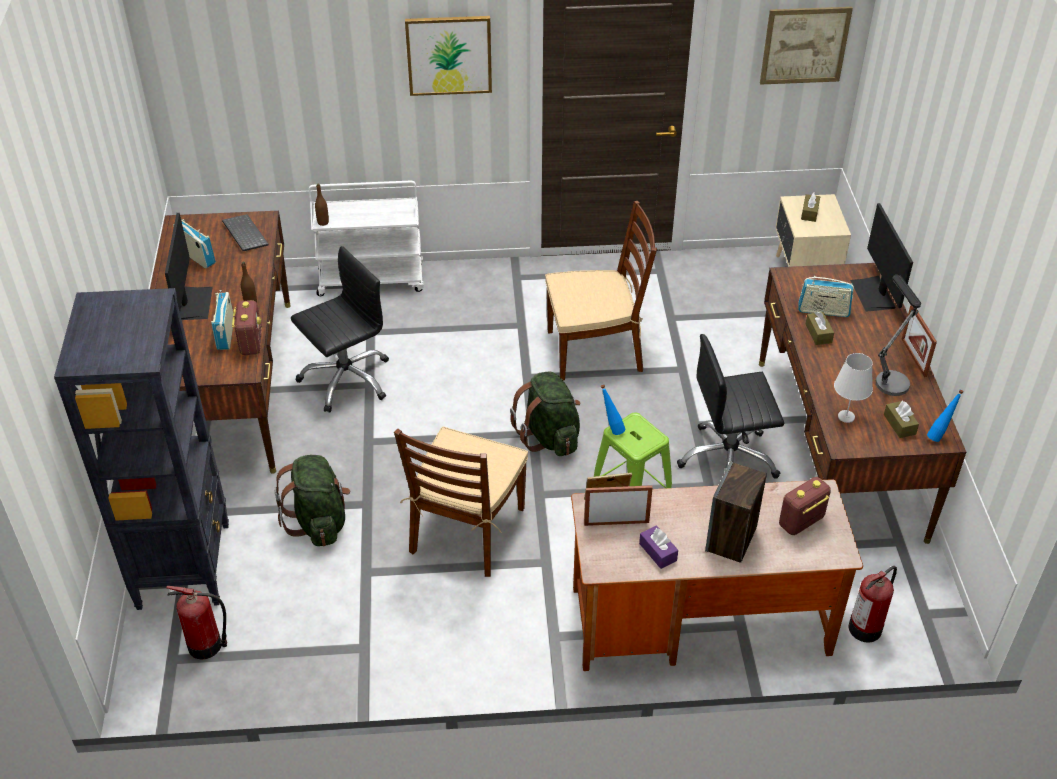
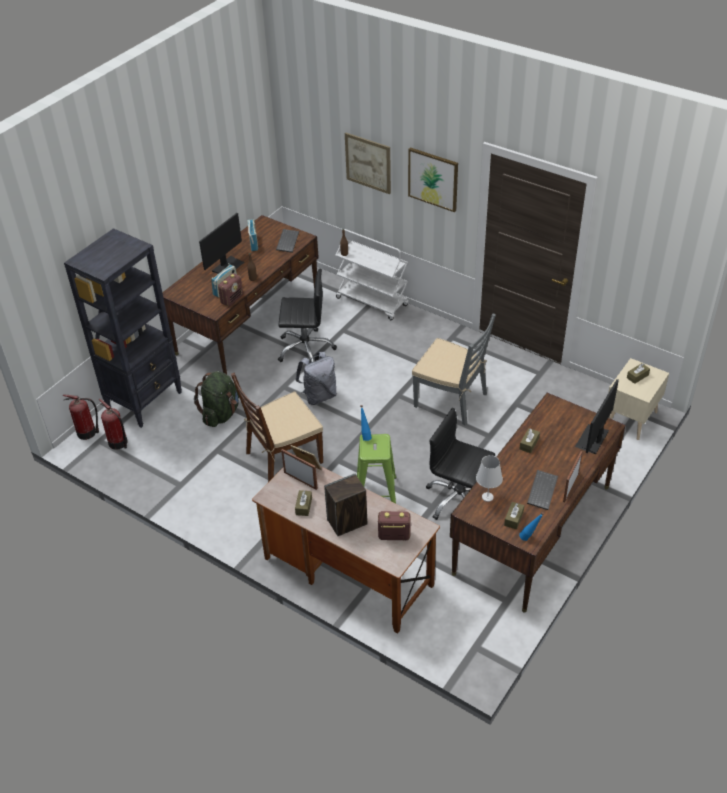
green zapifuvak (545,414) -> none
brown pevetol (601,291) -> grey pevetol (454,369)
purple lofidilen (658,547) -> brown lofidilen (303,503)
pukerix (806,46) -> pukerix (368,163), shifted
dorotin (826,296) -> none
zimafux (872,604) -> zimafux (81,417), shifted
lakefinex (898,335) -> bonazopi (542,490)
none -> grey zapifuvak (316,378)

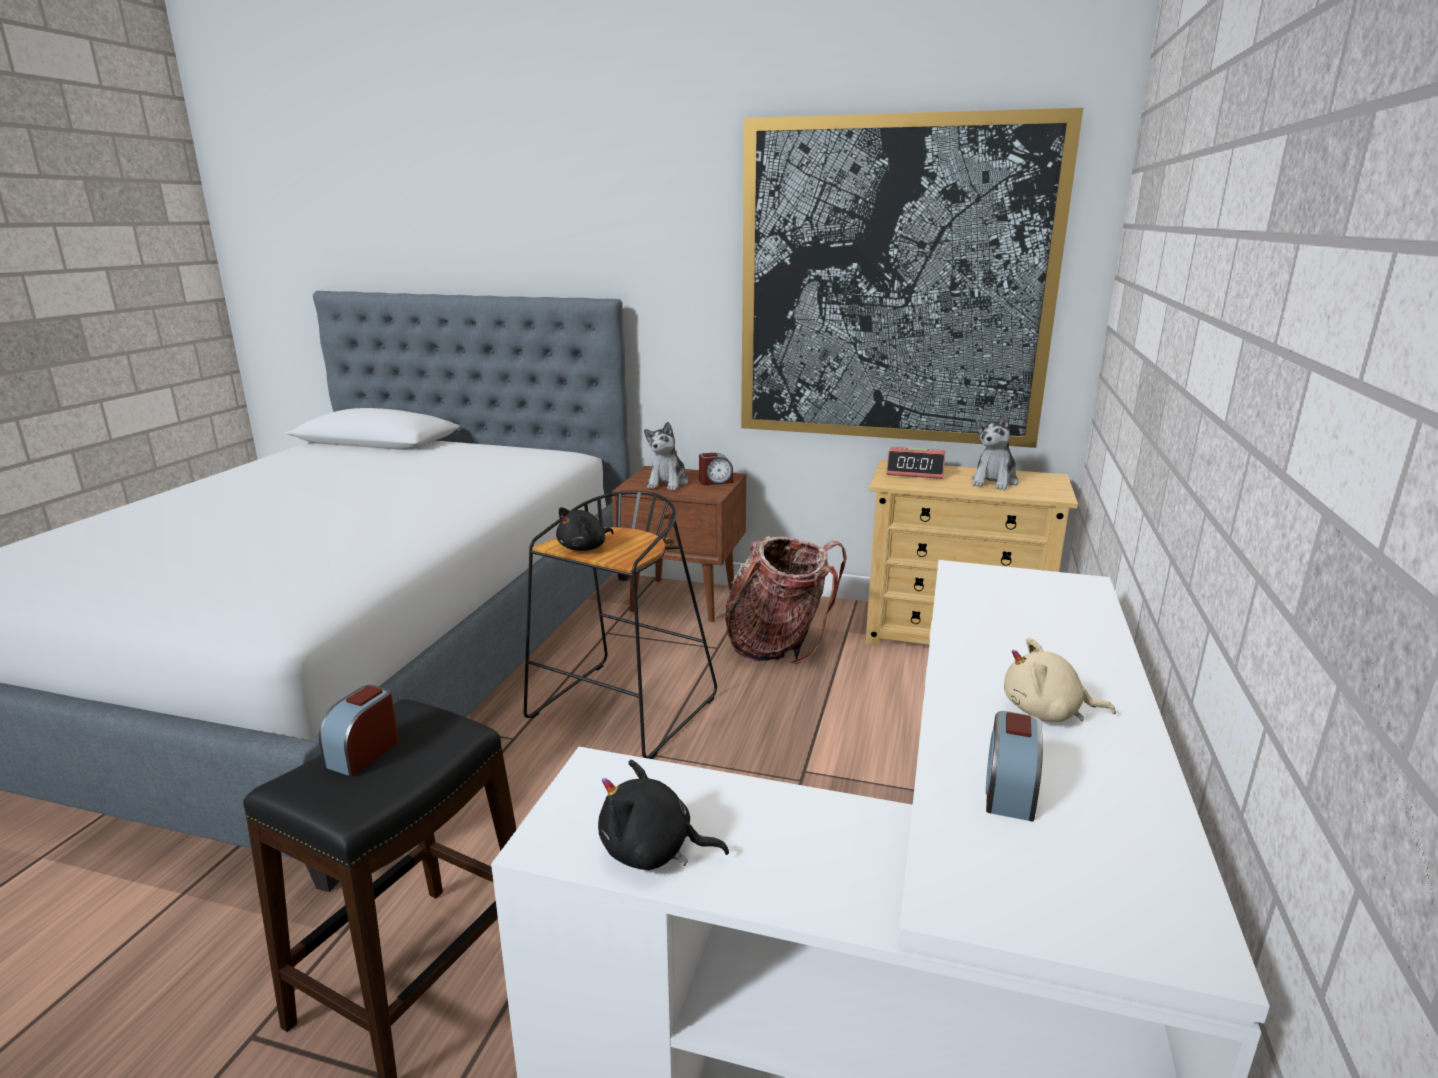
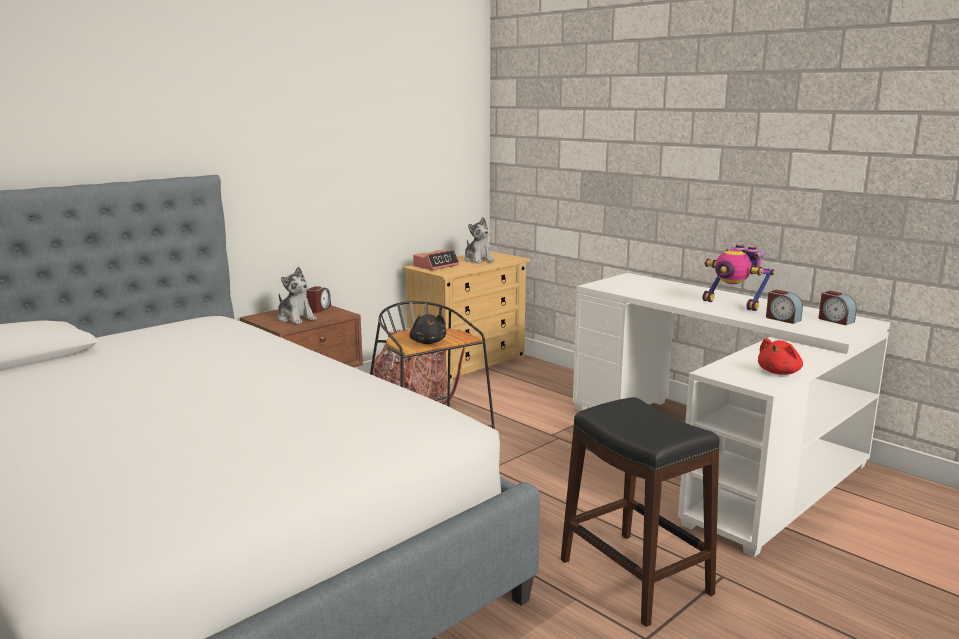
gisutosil (359,731) -> gisutosil (838,308), shifted
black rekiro (663,815) -> red rekiro (780,356)
pukerix (912,278) -> none
beige rekiro (1060,679) -> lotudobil (739,277)

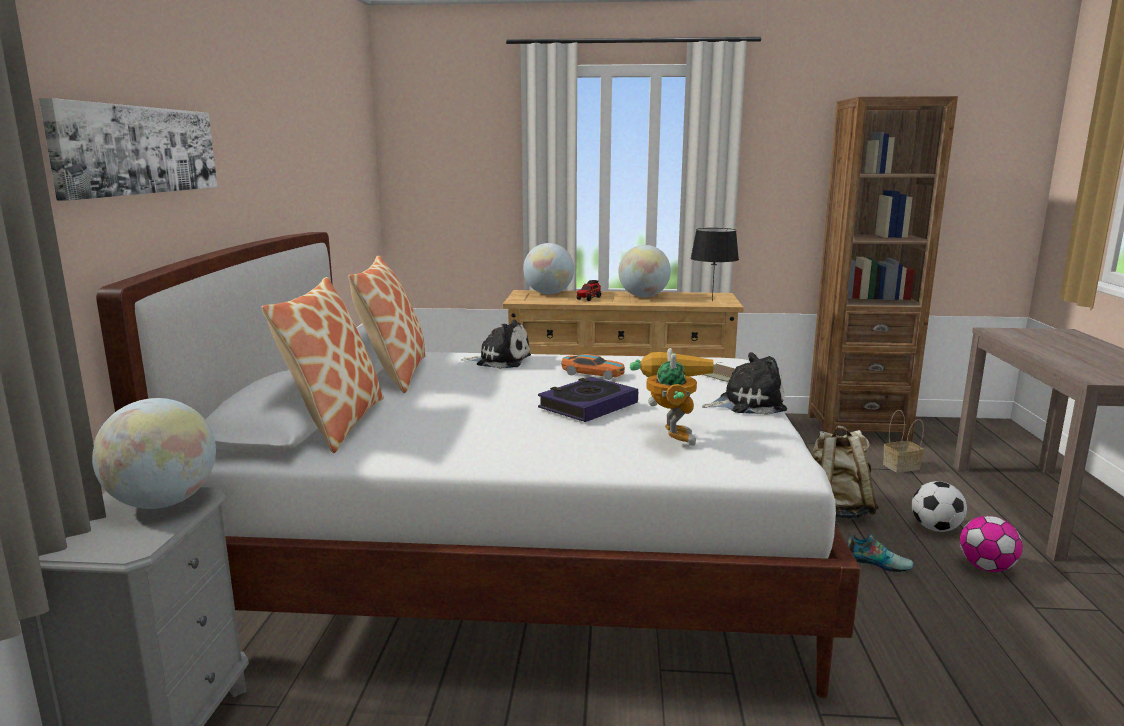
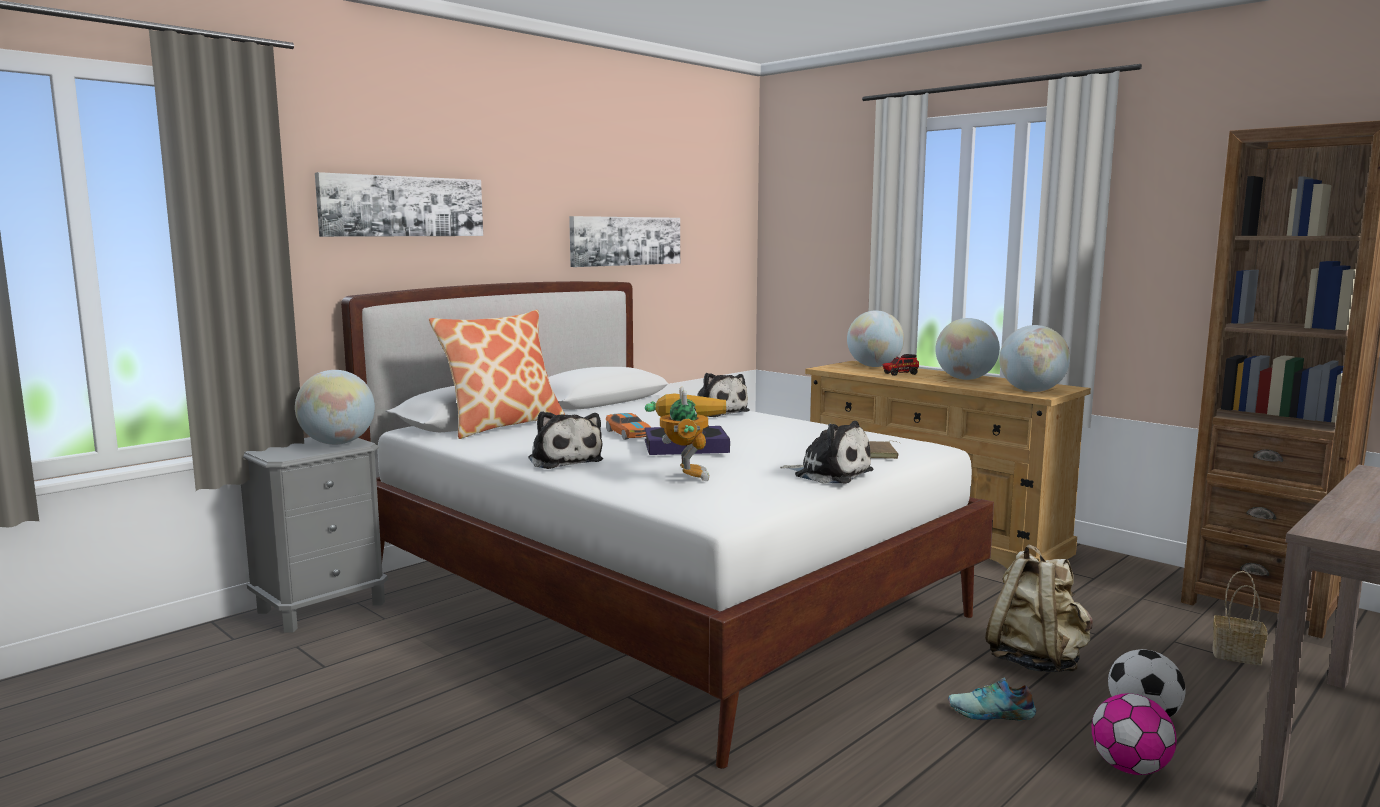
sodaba (386,324) -> none
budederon (593,367) -> budederon (628,426), shifted
lotudobil (672,397) -> lotudobil (685,434), 45 degrees counterclockwise
black lakefinex (714,265) -> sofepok (1034,358)
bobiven (879,553) -> bobiven (992,699), 120 degrees clockwise
none -> rekiro (565,440)
none -> pukerix (624,241)

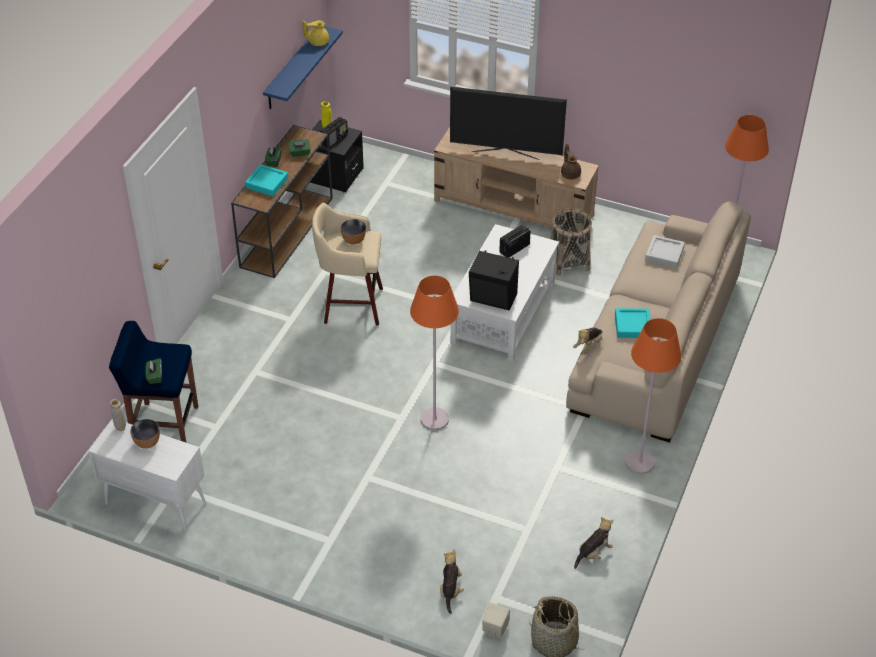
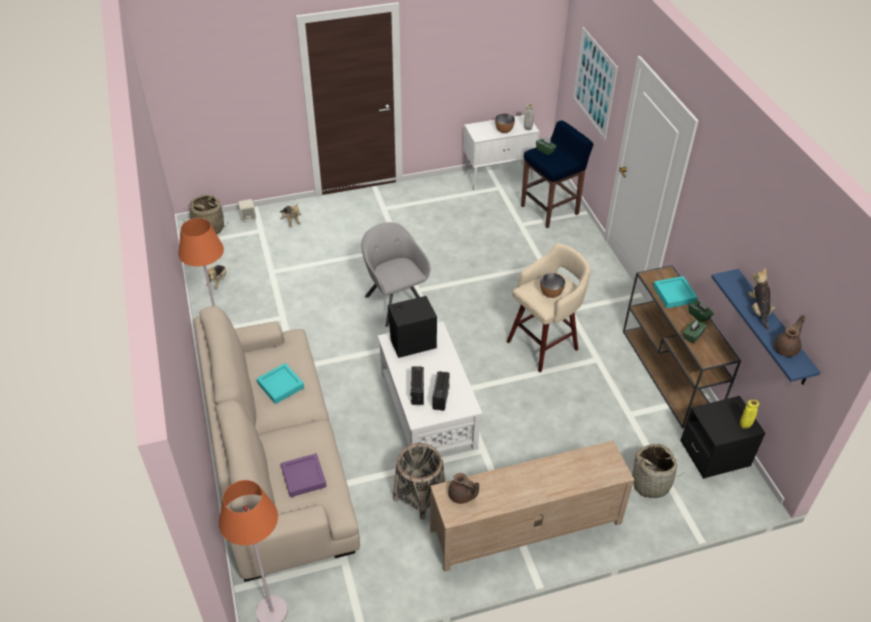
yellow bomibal (315,33) -> brown bomibal (789,336)
dorotin (334,132) -> dorotin (417,385), shifted
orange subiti (434,353) -> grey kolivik (396,274)
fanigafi (508,123) -> none
rekiro (588,341) -> rekiro (762,299), shifted
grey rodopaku (665,251) -> purple rodopaku (304,475)
none -> pukerix (595,83)
none -> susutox (659,471)

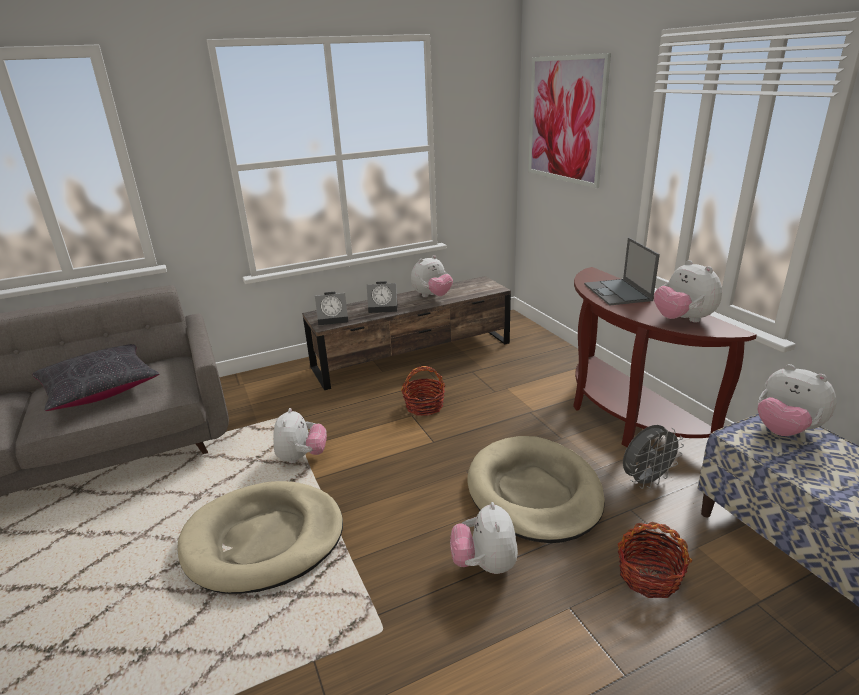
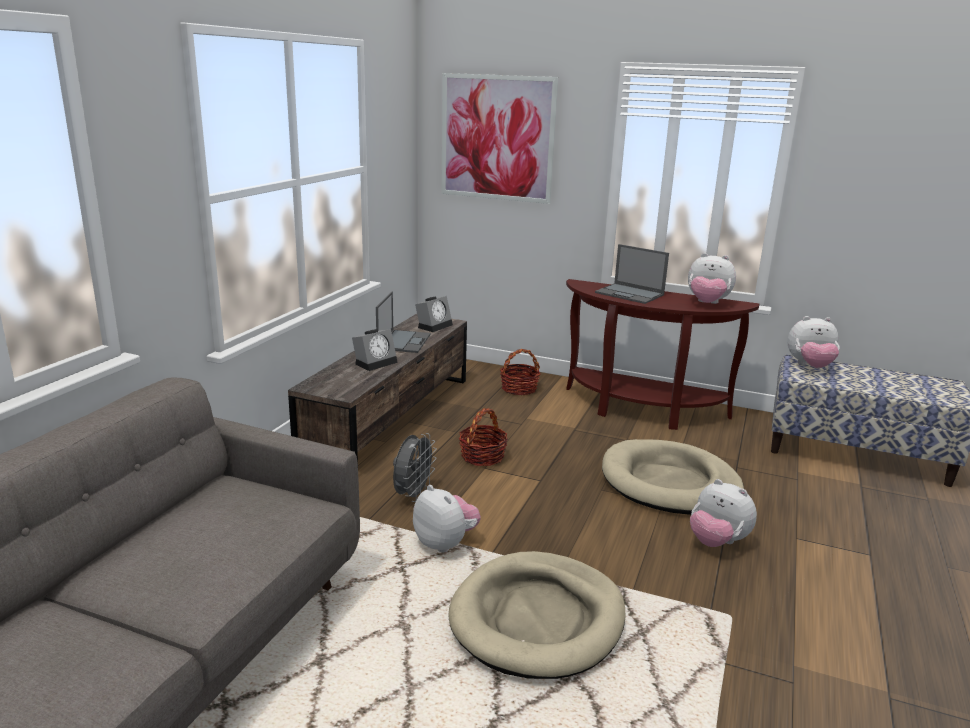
black sodaba (95,377) -> none
gisutosil (331,308) -> gisutosil (434,314), shifted
rekiro (432,276) -> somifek (403,322)
susutox (654,560) -> susutox (520,372), shifted
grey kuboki (653,457) -> grey kuboki (415,467), shifted

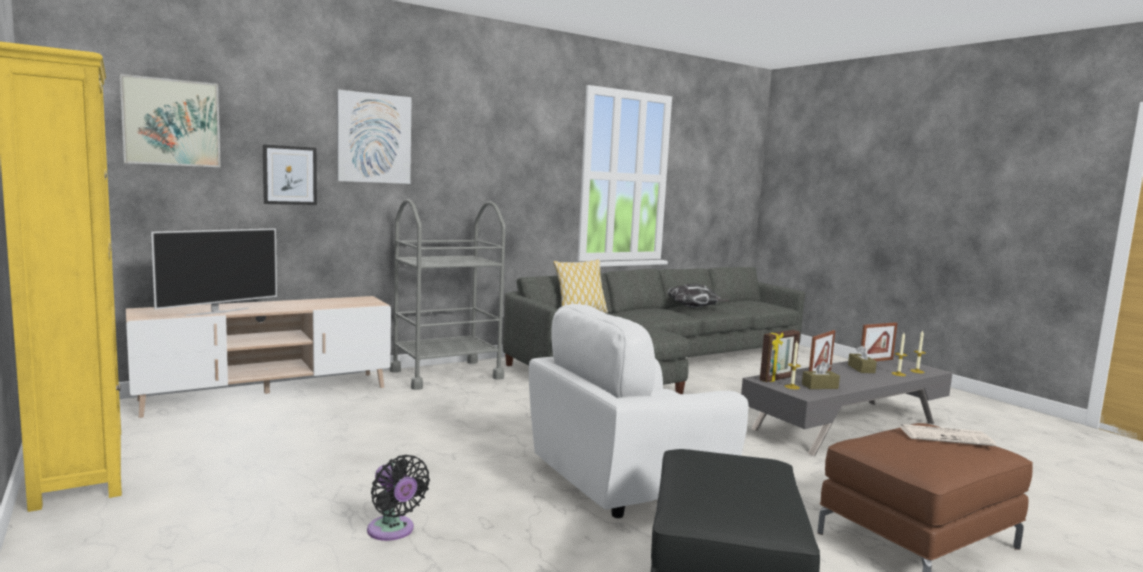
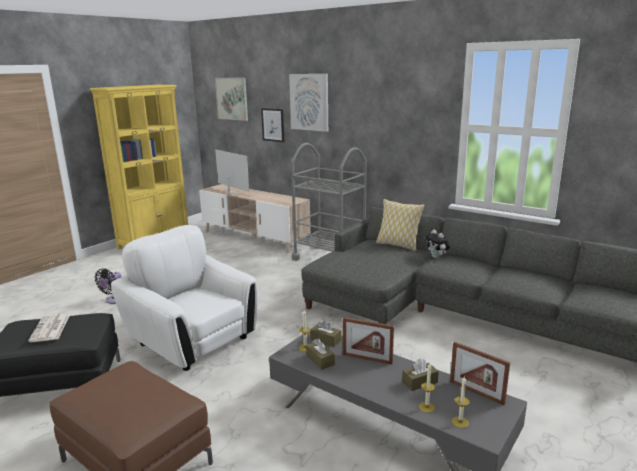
fanigafi (214,272) -> fanigafi (232,172), 150 degrees counterclockwise
sodaba (698,295) -> none
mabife (780,356) -> brown lofidilen (325,333)
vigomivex (947,435) -> vigomivex (49,327), shifted
none -> rekiro (437,244)

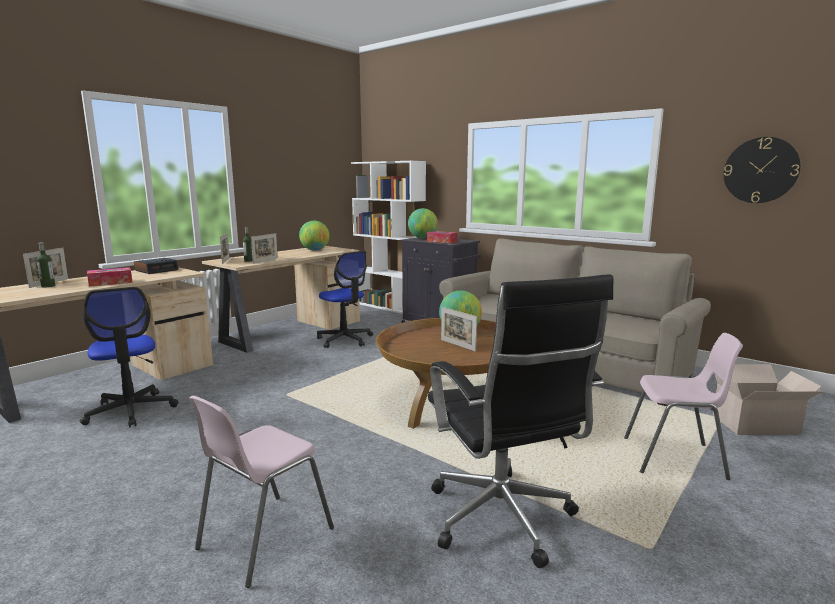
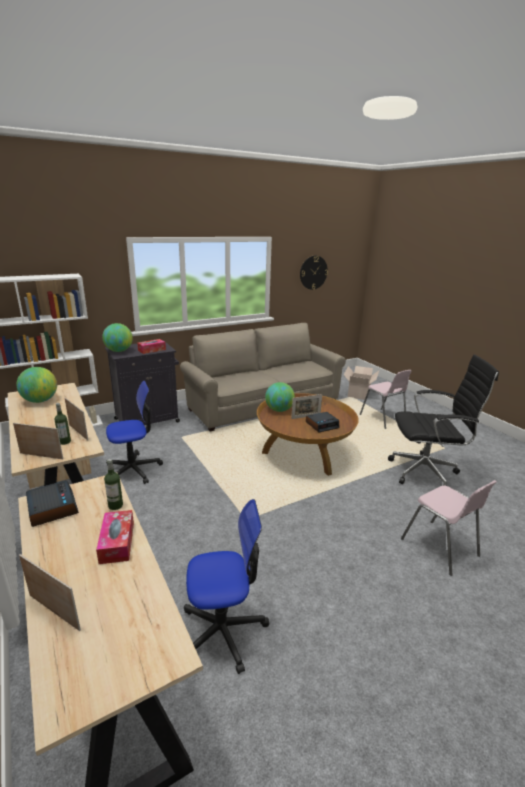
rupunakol (46,265) -> rupunakol (113,484), shifted
pink pevetol (683,406) -> pink pevetol (385,399), 120 degrees clockwise
none -> gisutosil (322,422)

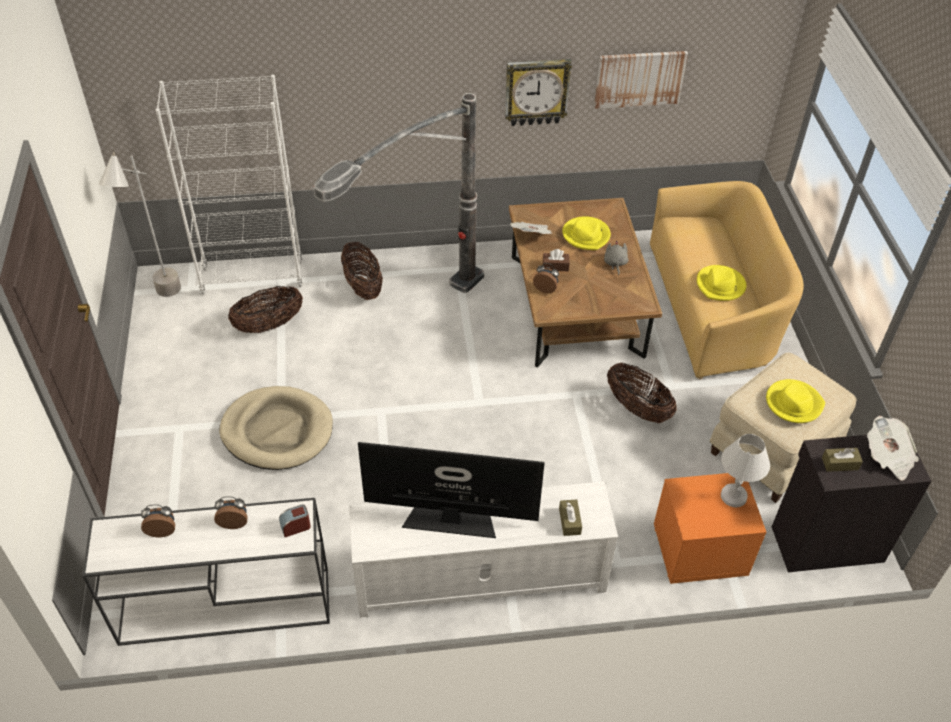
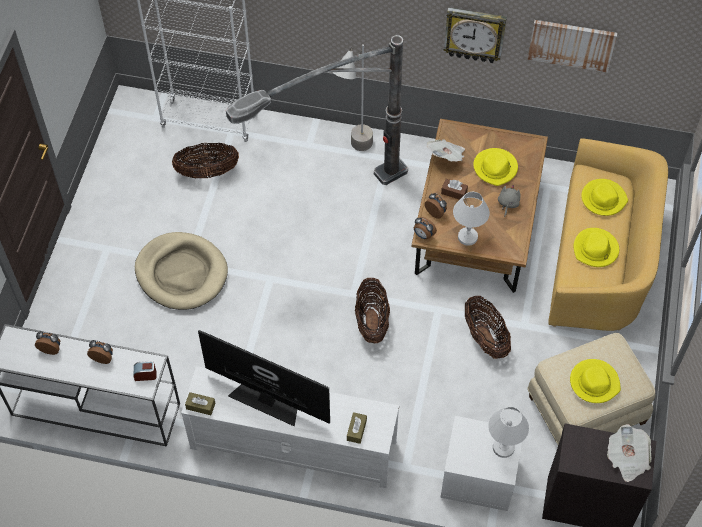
grey subiti (139,224) -> grey subiti (353,97), shifted
susutox (362,271) -> susutox (372,310), shifted
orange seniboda (710,528) -> white seniboda (481,463)
brown lofidilen (842,460) -> brown lofidilen (200,403), shifted
none -> gisutosil (425,228)
none -> white lakefinex (471,219)
none -> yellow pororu (604,197)

